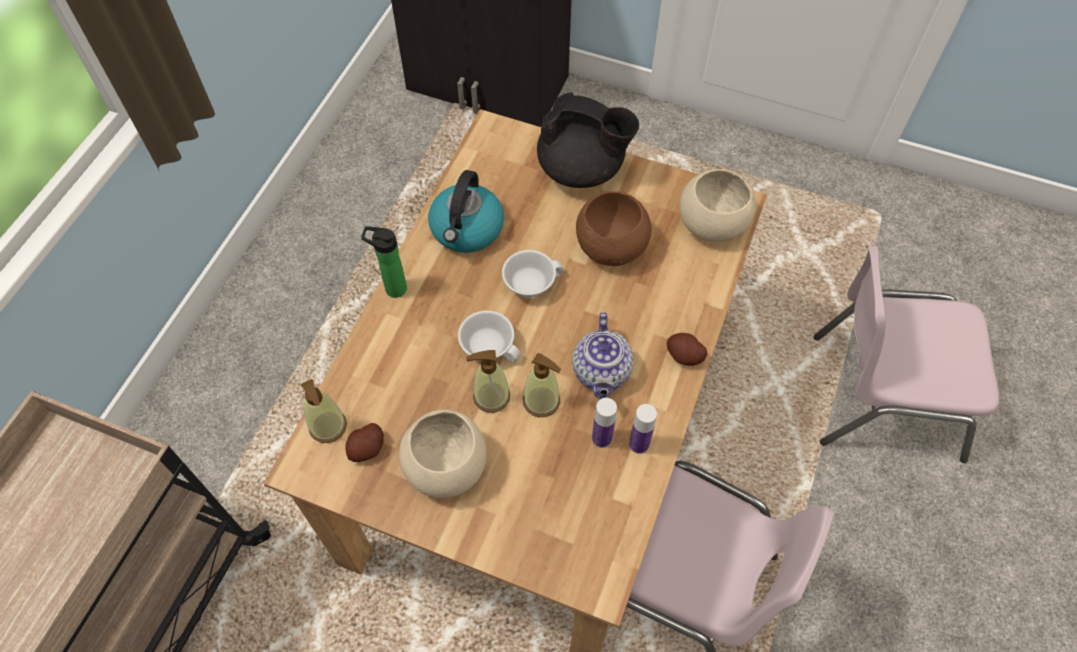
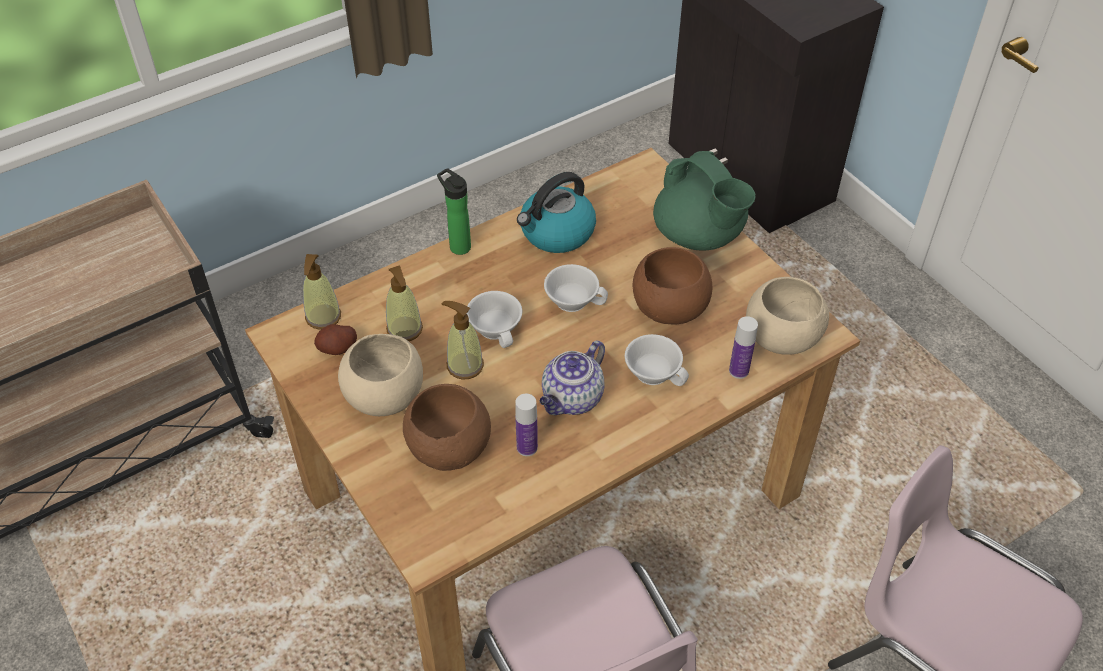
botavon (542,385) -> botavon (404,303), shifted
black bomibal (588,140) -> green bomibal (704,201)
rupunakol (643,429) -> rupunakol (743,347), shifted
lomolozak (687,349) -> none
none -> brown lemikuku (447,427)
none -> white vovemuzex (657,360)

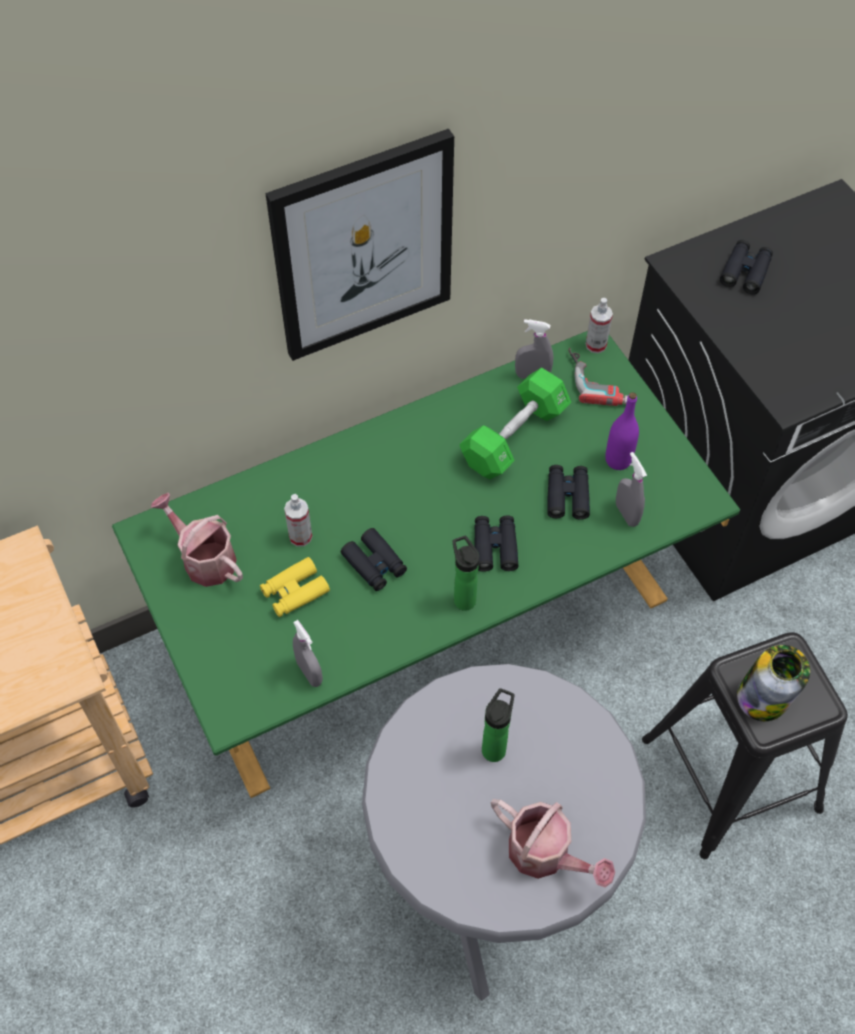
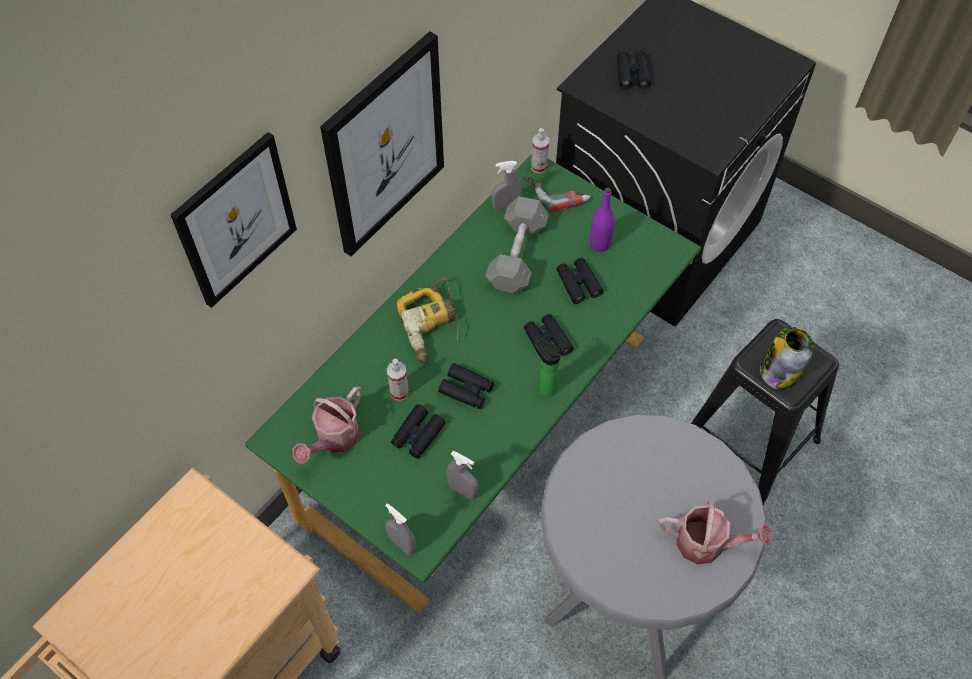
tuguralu (197,540) -> tuguralu (327,425), 75 degrees counterclockwise
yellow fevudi (295,587) -> black fevudi (418,431)
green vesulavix (515,423) -> grey vesulavix (517,245)
rupunakol (498,725) -> none
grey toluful (631,489) -> grey toluful (400,529), shifted
none -> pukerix (233,220)
none -> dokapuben (428,320)

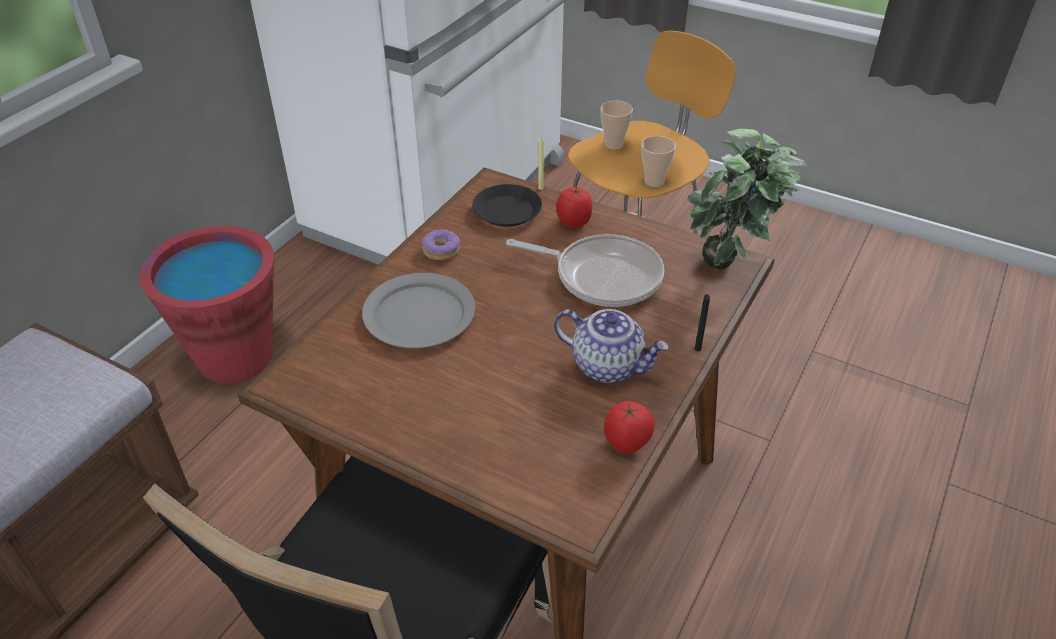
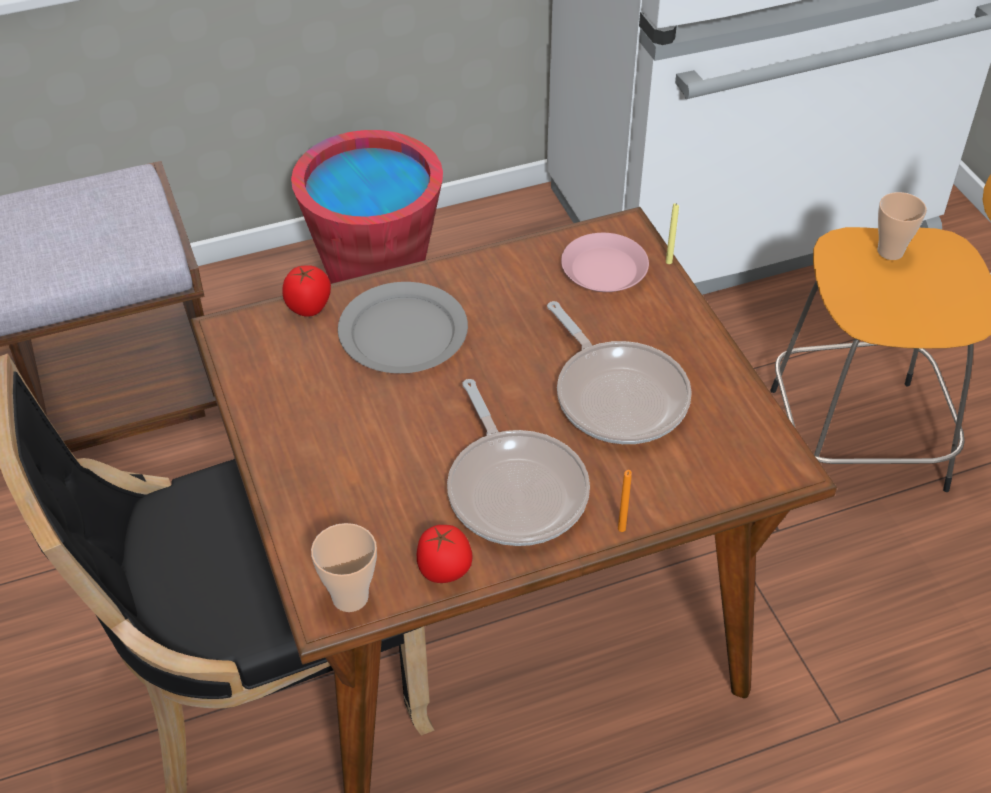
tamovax (441,245) -> none
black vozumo (507,205) -> pink vozumo (605,262)
bomibal (611,346) -> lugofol (518,462)
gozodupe (574,207) -> gozodupe (306,291), shifted
vovemuzex (658,161) -> vovemuzex (344,567), shifted
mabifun (747,199) -> none
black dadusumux (702,323) -> orange dadusumux (625,501)

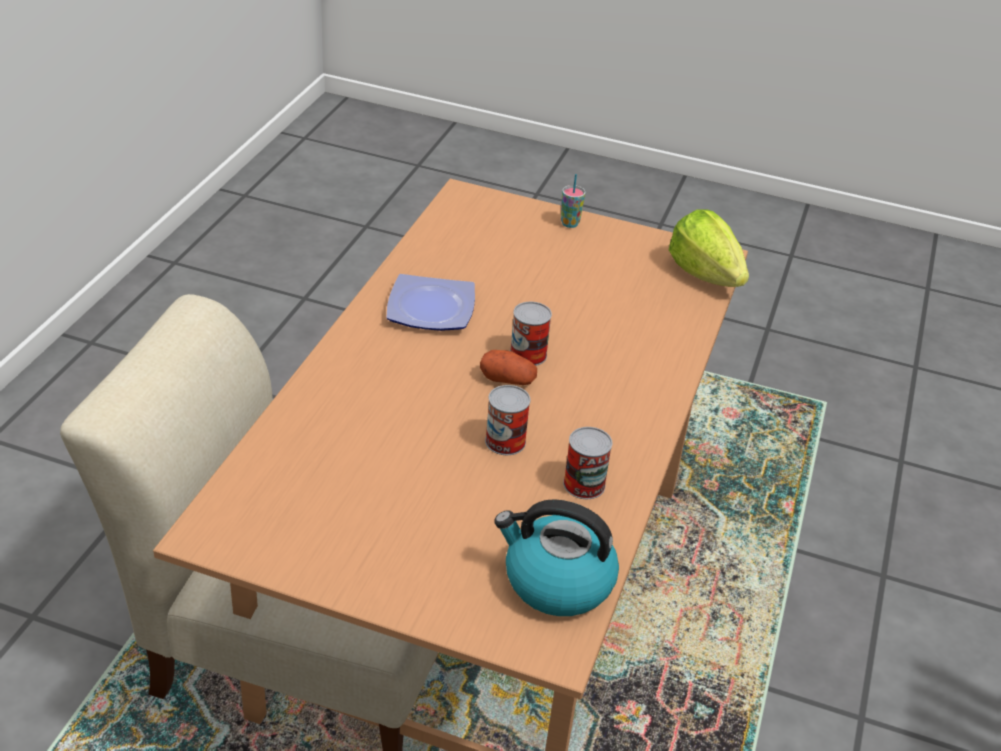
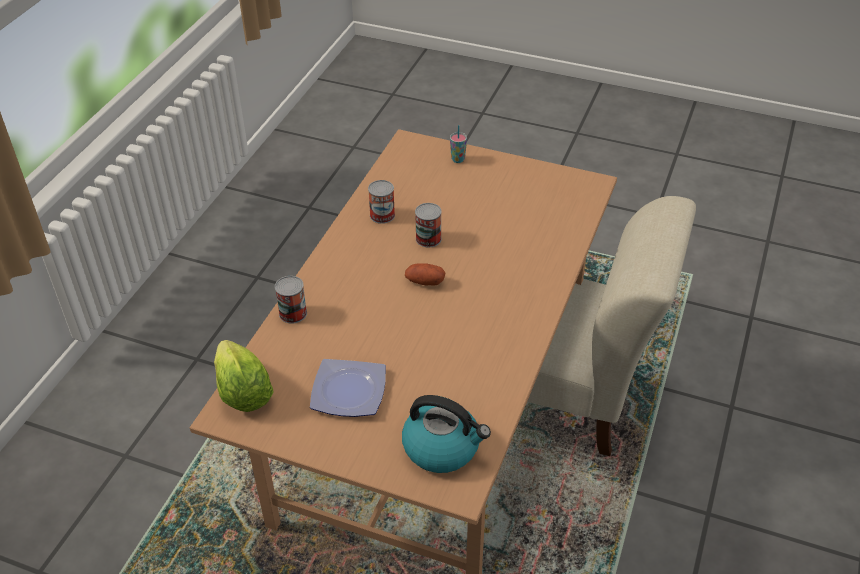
vozumo (430,302) -> vozumo (348,388), shifted
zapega (556,557) -> zapega (446,434), shifted
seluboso (531,334) -> seluboso (291,300), shifted
vovemuzex (573,201) -> vovemuzex (458,144), shifted

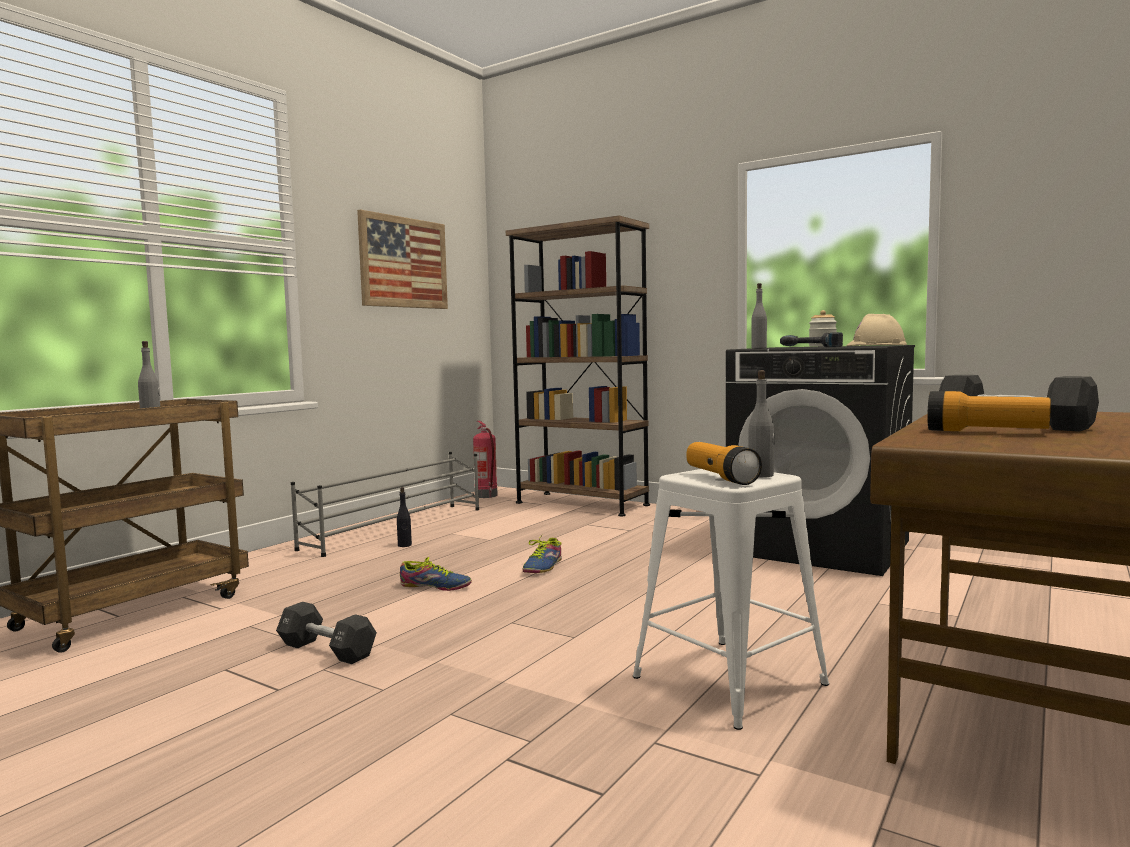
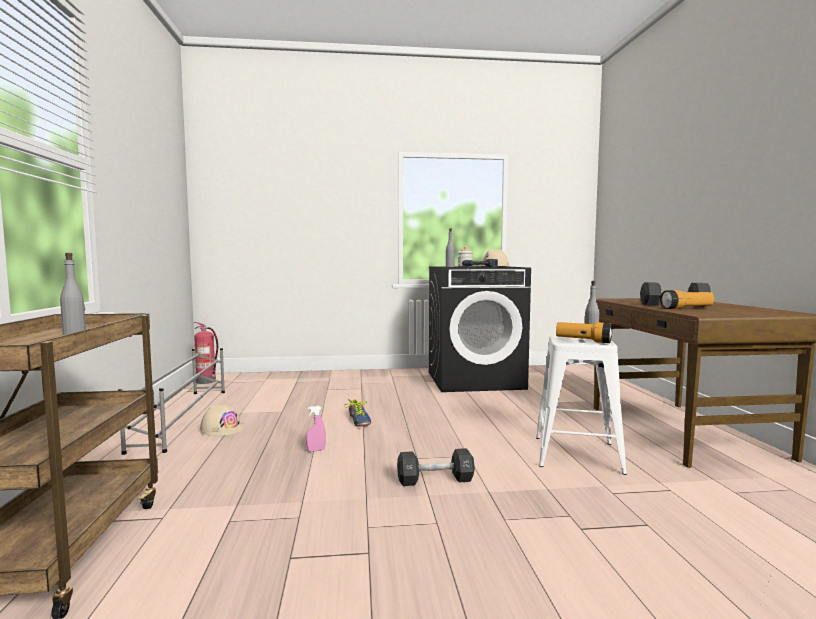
black vesulavix (326,633) -> black vesulavix (436,467), shifted
pukerix (402,259) -> none
black rupunakol (404,517) -> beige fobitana (221,419)
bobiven (436,574) -> pink toluful (316,429)
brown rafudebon (578,366) -> none

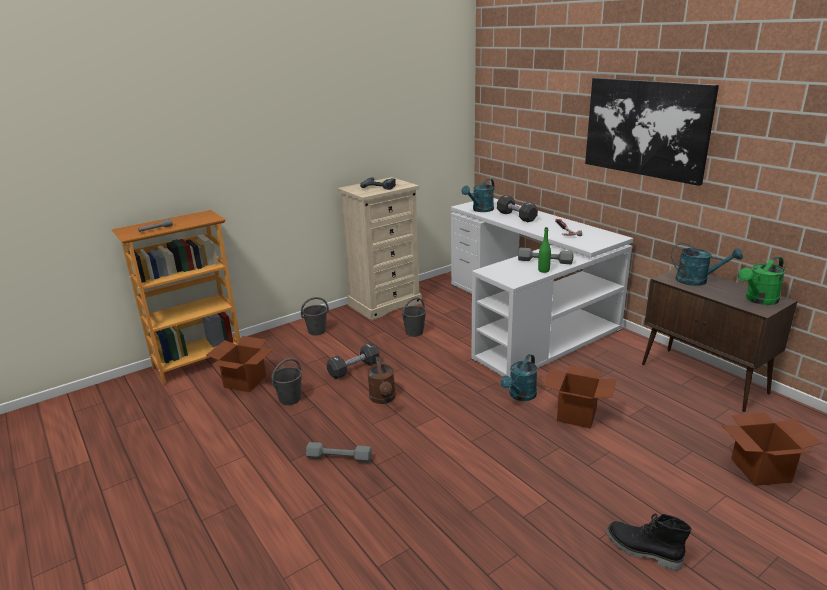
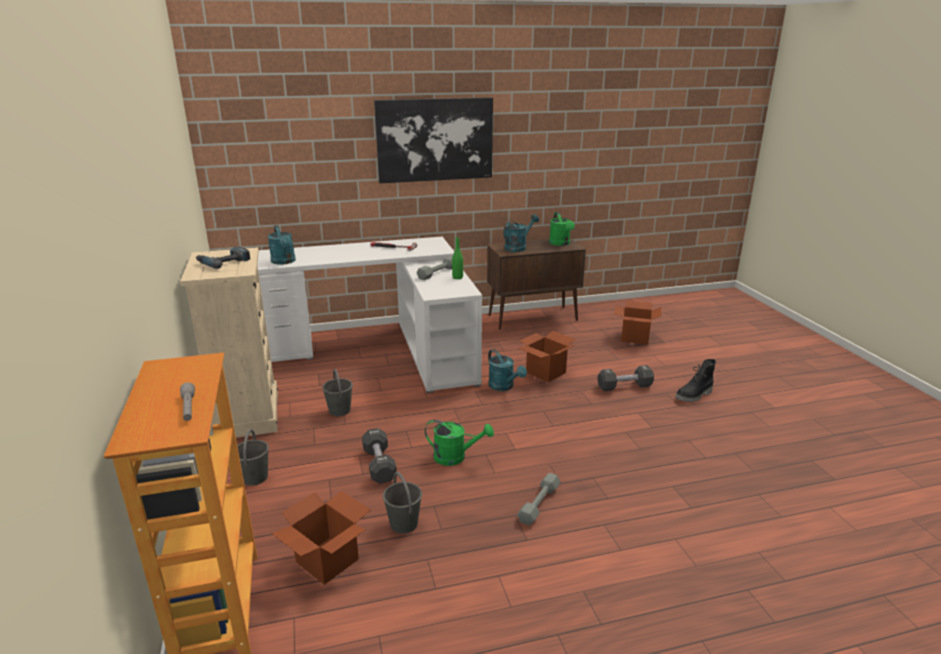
brown tuguralu (381,380) -> green tuguralu (459,443)
black vesulavix (517,208) -> black vesulavix (625,378), shifted

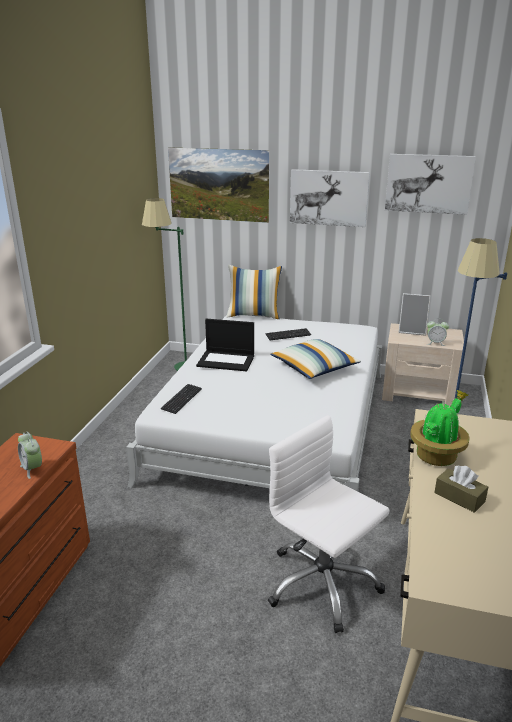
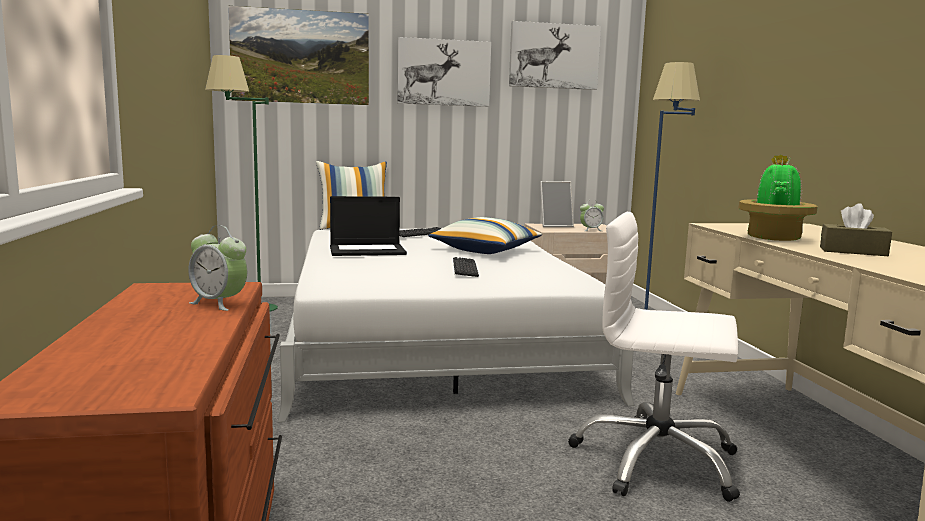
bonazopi (181,399) -> bonazopi (466,267), shifted

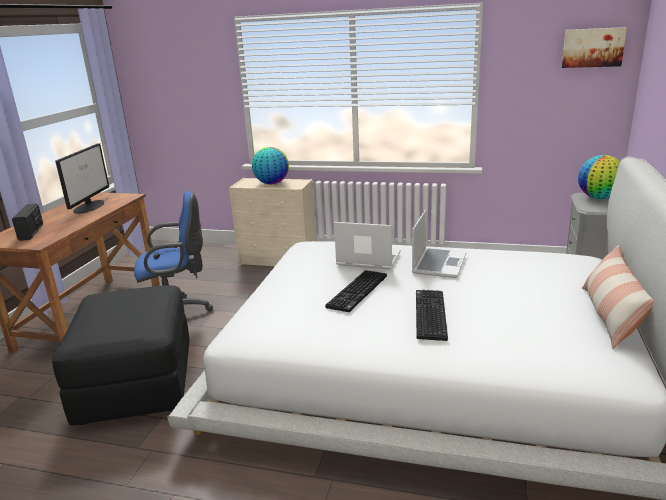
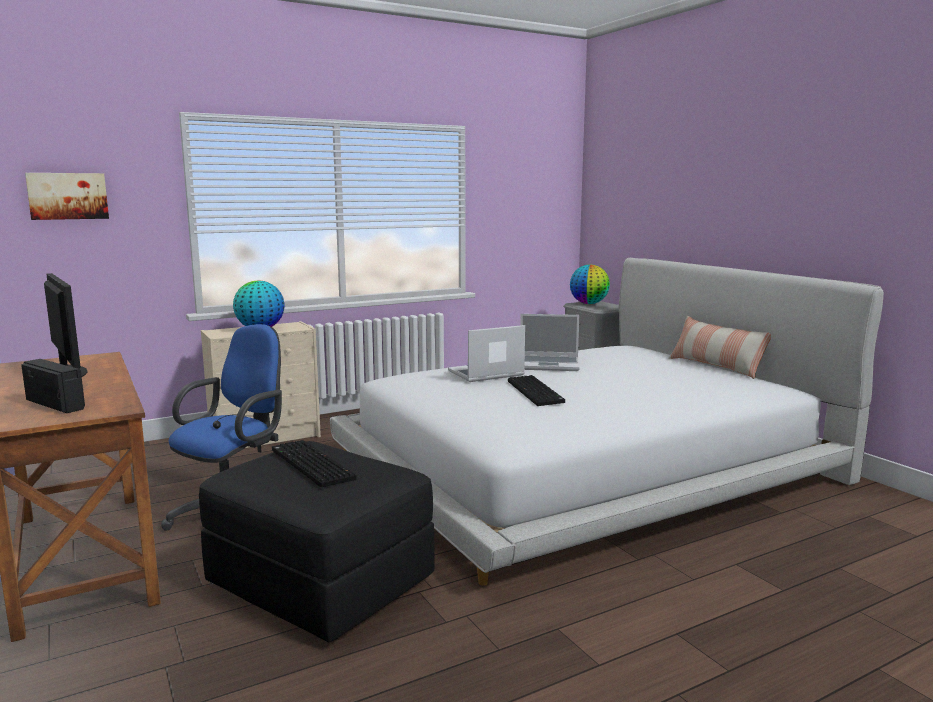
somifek (439,244) -> somifek (550,342), 120 degrees clockwise
bonazopi (432,315) -> bonazopi (314,463), shifted
pukerix (594,47) -> pukerix (67,196), shifted

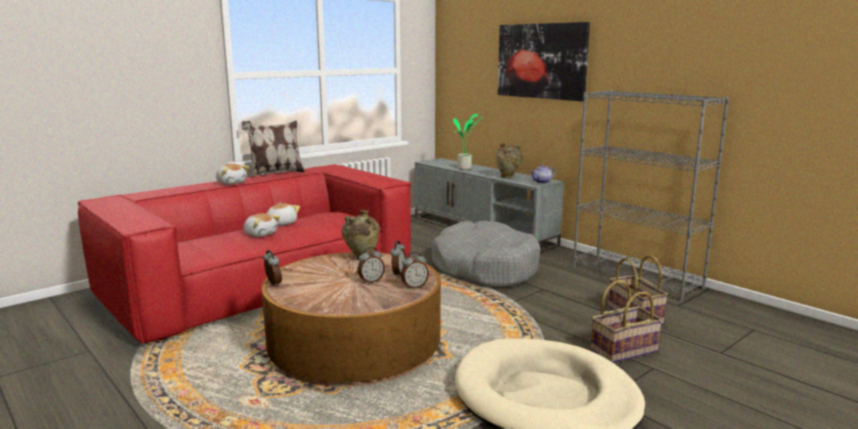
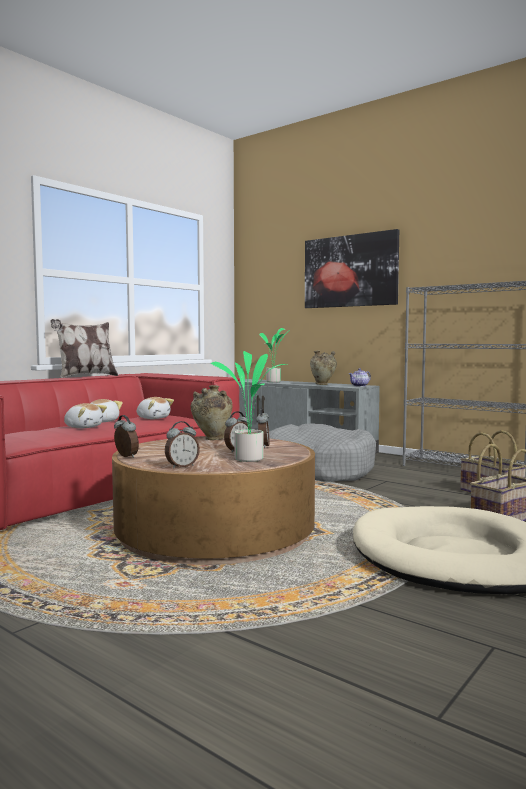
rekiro (232,174) -> rekiro (155,408), shifted
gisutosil (415,270) -> gisutosil (182,444), shifted
none -> mabifun (249,406)

